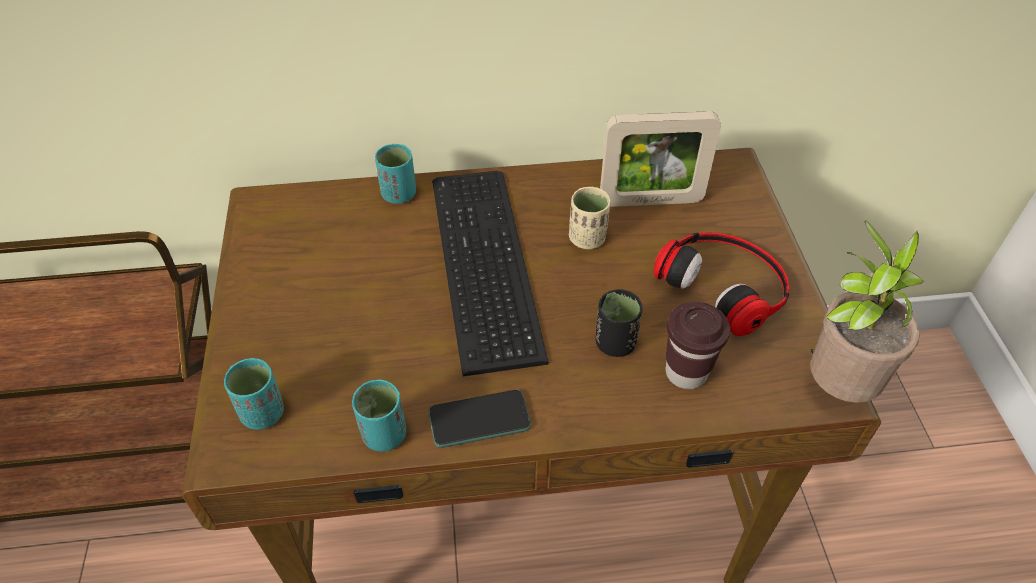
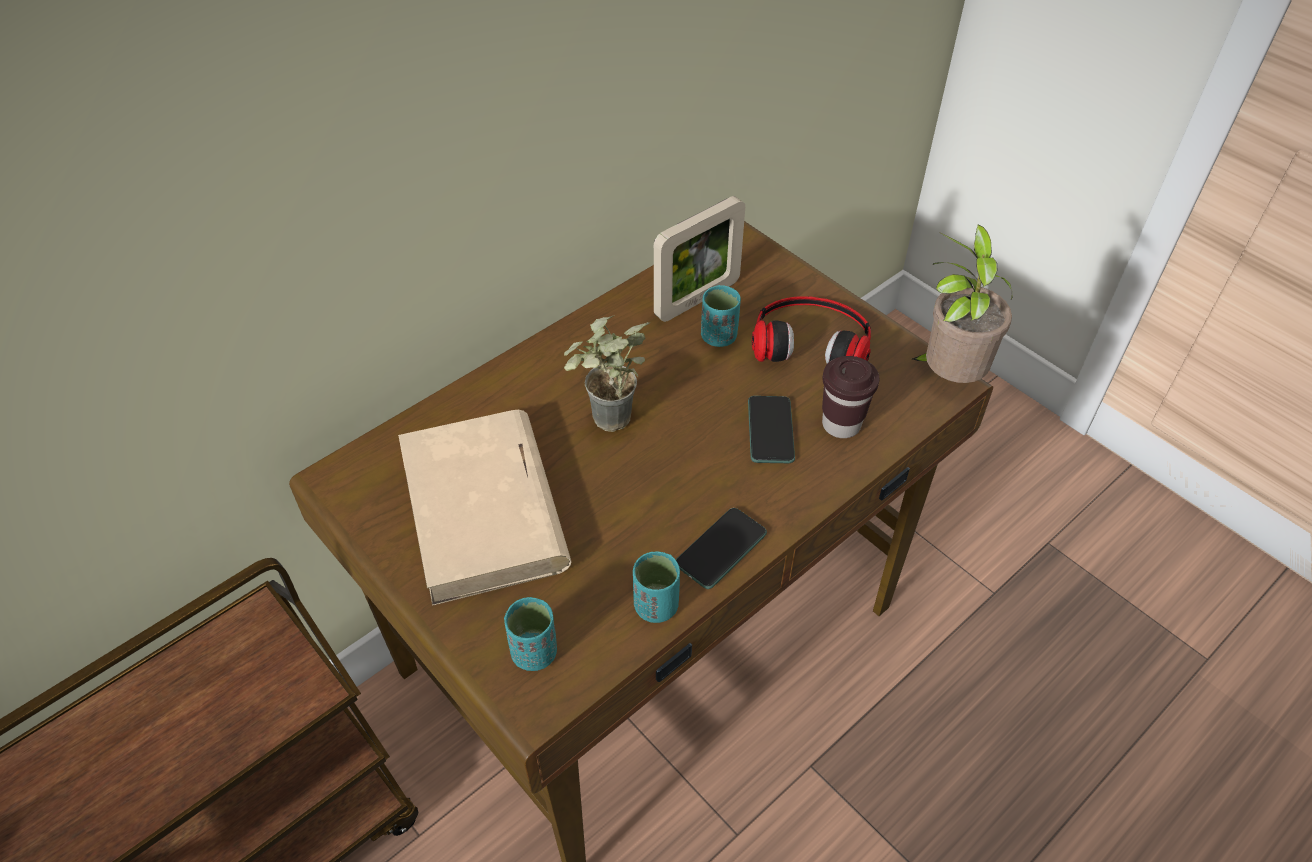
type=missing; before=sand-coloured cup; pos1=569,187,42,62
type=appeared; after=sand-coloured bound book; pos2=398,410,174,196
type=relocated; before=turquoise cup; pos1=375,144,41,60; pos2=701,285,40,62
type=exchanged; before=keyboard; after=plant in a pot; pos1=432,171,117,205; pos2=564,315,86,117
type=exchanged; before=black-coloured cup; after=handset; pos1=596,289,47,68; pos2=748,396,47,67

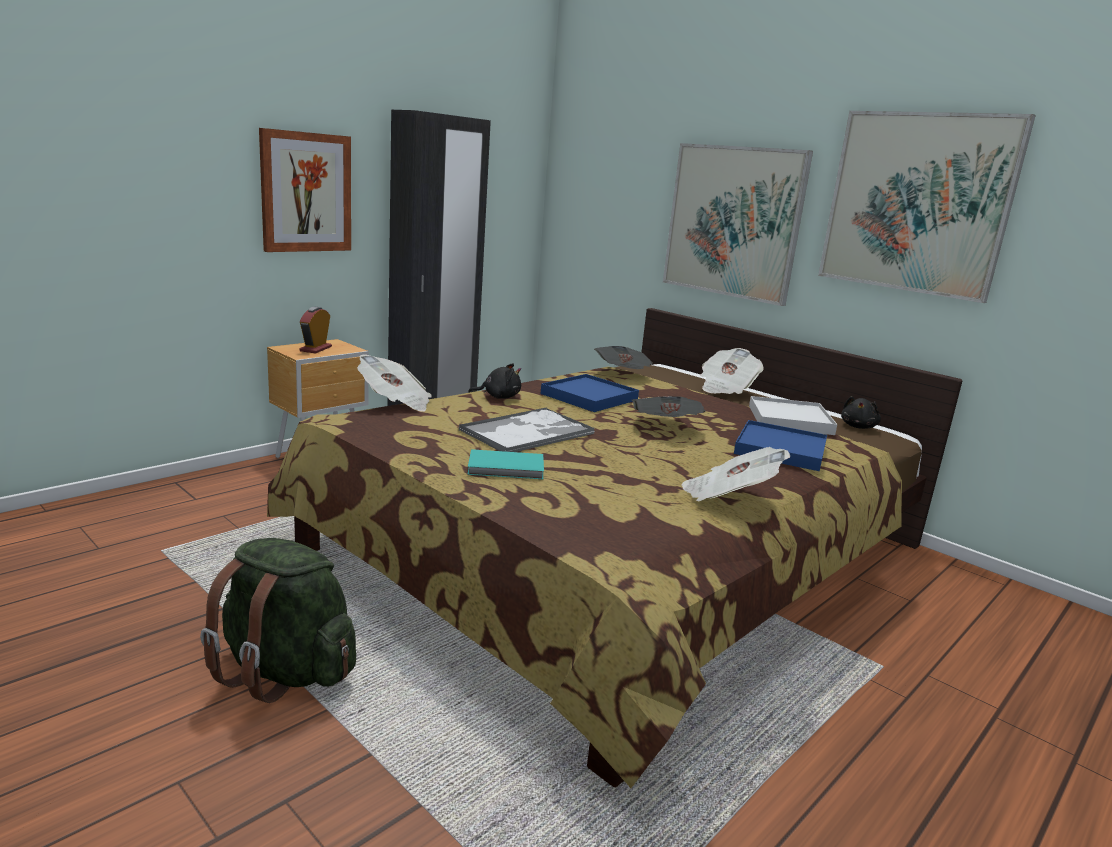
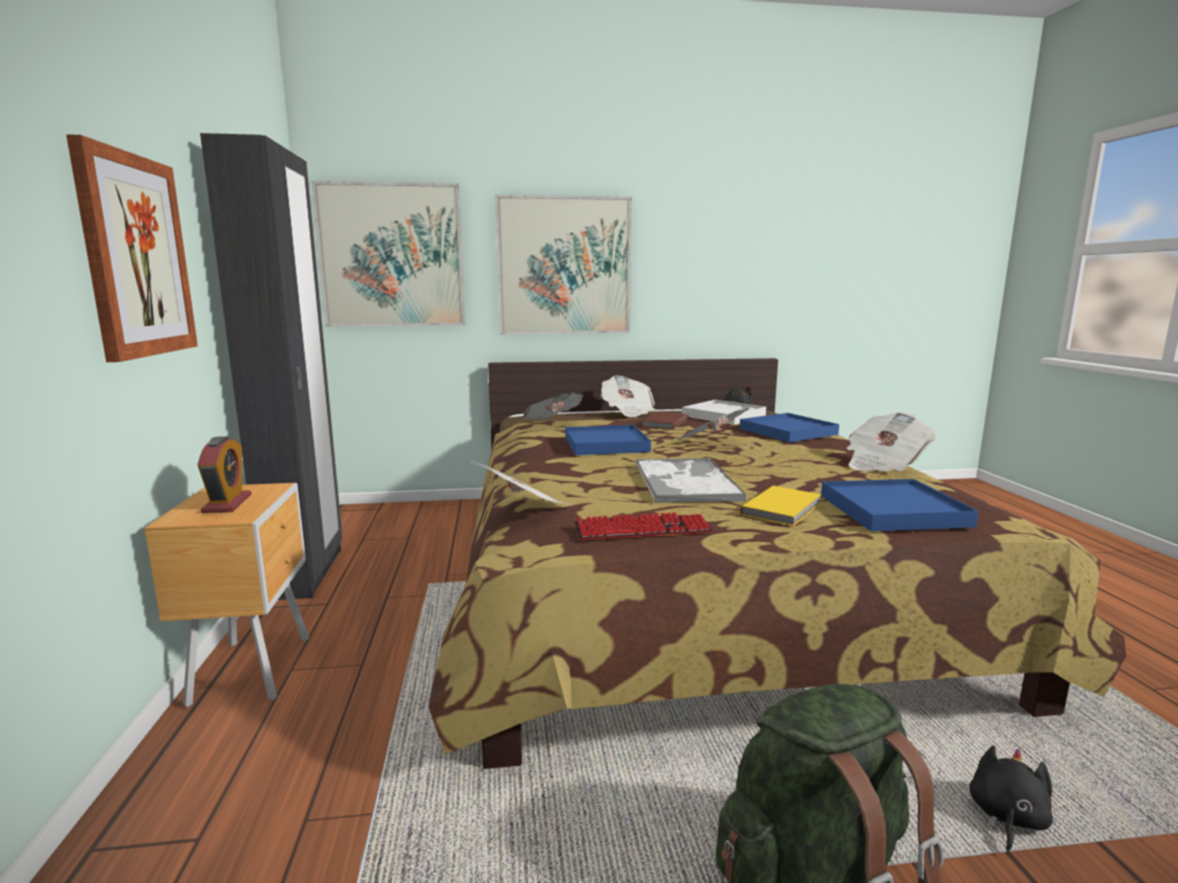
type=appeared; after=keyboard; pos2=575,512,137,28
type=appeared; after=brown bound book; pos2=642,412,46,18
type=appeared; after=bluish tray; pos2=821,479,158,52
type=relocated; before=black-coloured soft toy; pos1=468,363,53,36; pos2=969,745,84,108
type=relocated; before=wall art; pos1=818,111,218,192; pos2=312,181,153,146
type=colour; before=turquoise bound book; after=yellowish bound book; pos1=467,449,77,30; pos2=740,486,82,40
type=spun; before=table clock; pos1=299,307,33,46; pos2=198,436,54,77; turn=-150

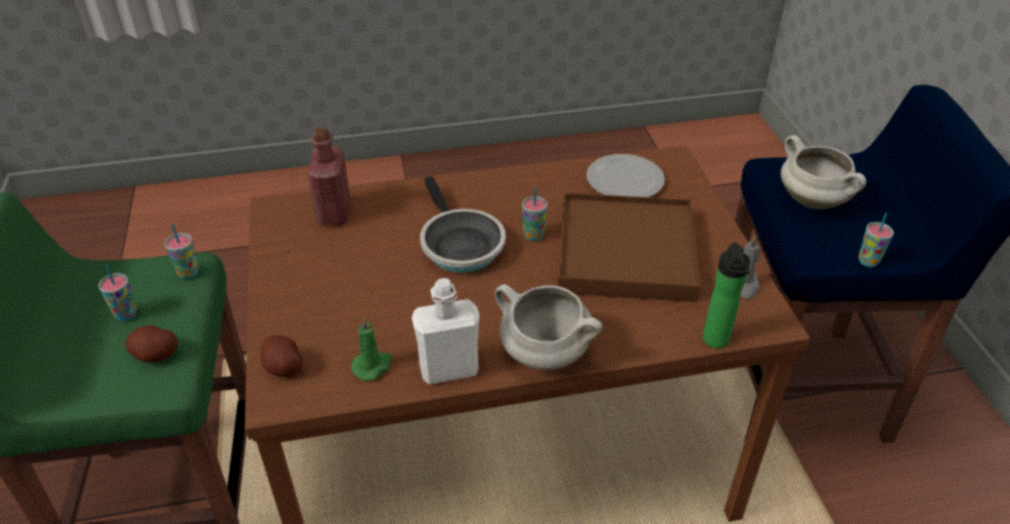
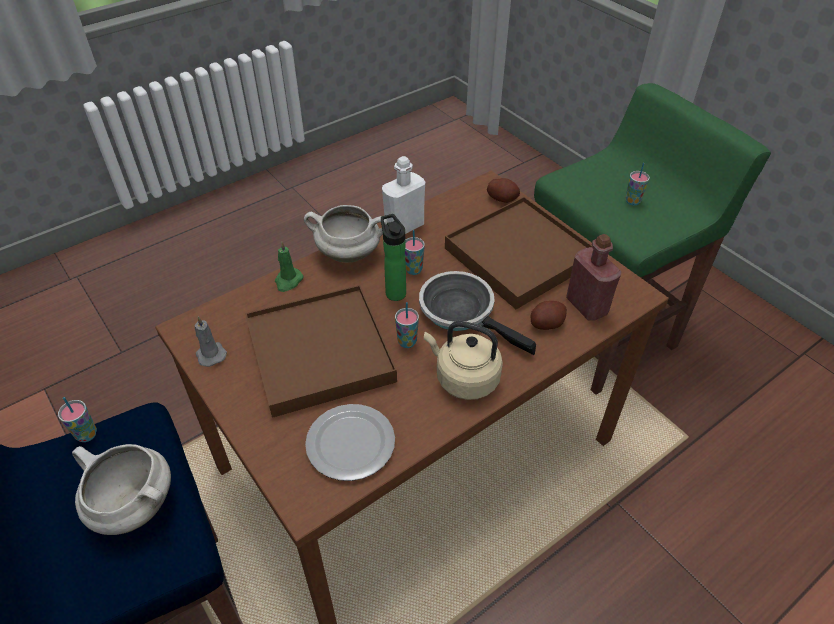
type=appeared; after=sand-coloured kettle; pos2=424,321,79,79
type=appeared; after=brown tray; pos2=445,197,147,112
type=relocated; before=spud; pos1=125,325,53,37; pos2=531,301,36,29
type=relocated; before=cup; pos1=164,224,35,55; pos2=405,230,20,45
type=relocated; before=green candle; pos1=351,317,41,64; pos2=275,241,28,51
type=relocated; before=drink bottle; pos1=703,242,47,106; pos2=381,214,25,87

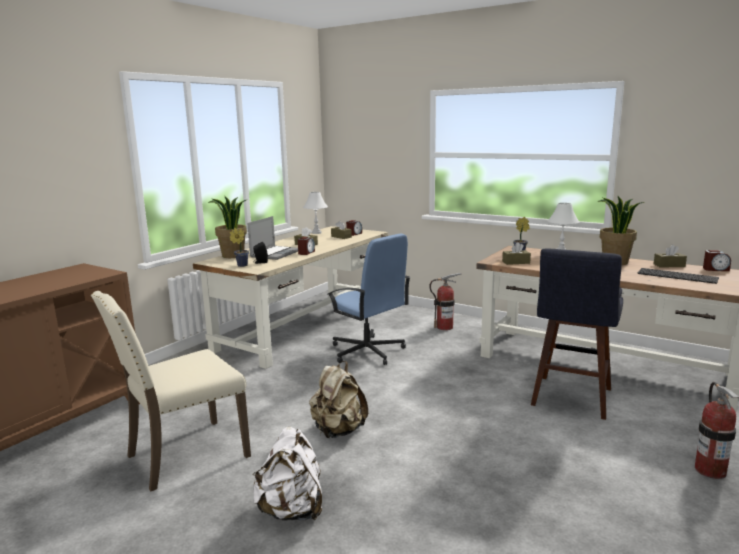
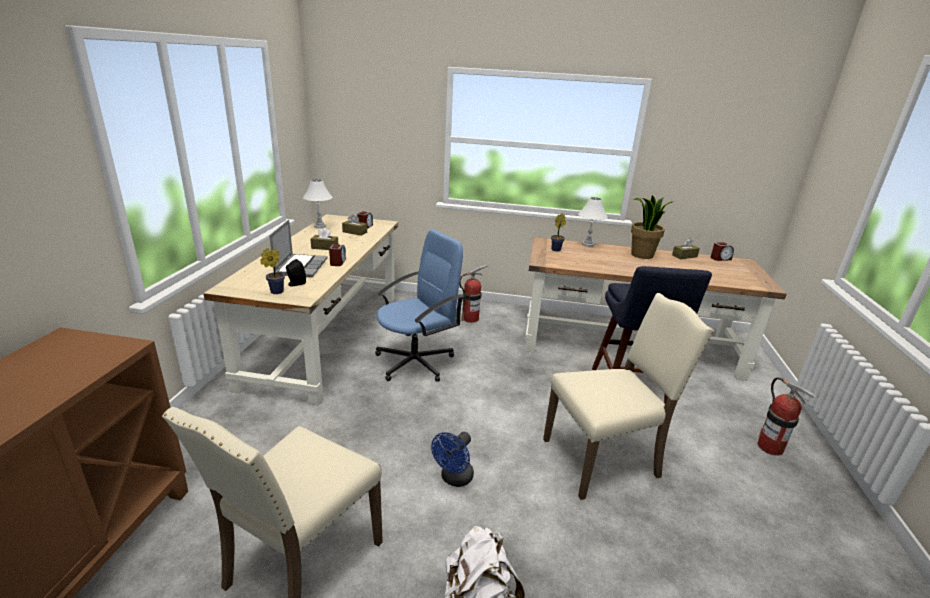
type=missing; before=plant in a pot; pos1=208,195,39,63
type=missing; before=brown box of tissues; pos1=502,242,29,23
type=missing; before=keyboard; pos1=638,268,81,16
type=appeared; after=sand-coloured plain chair; pos2=543,293,171,207
type=exchanged; before=sand-coloured rucksack; after=bluish fan; pos1=309,361,59,77; pos2=431,432,43,55
type=spun; before=bluish office chair; pos1=327,234,83,131; pos2=375,230,89,152; turn=-60

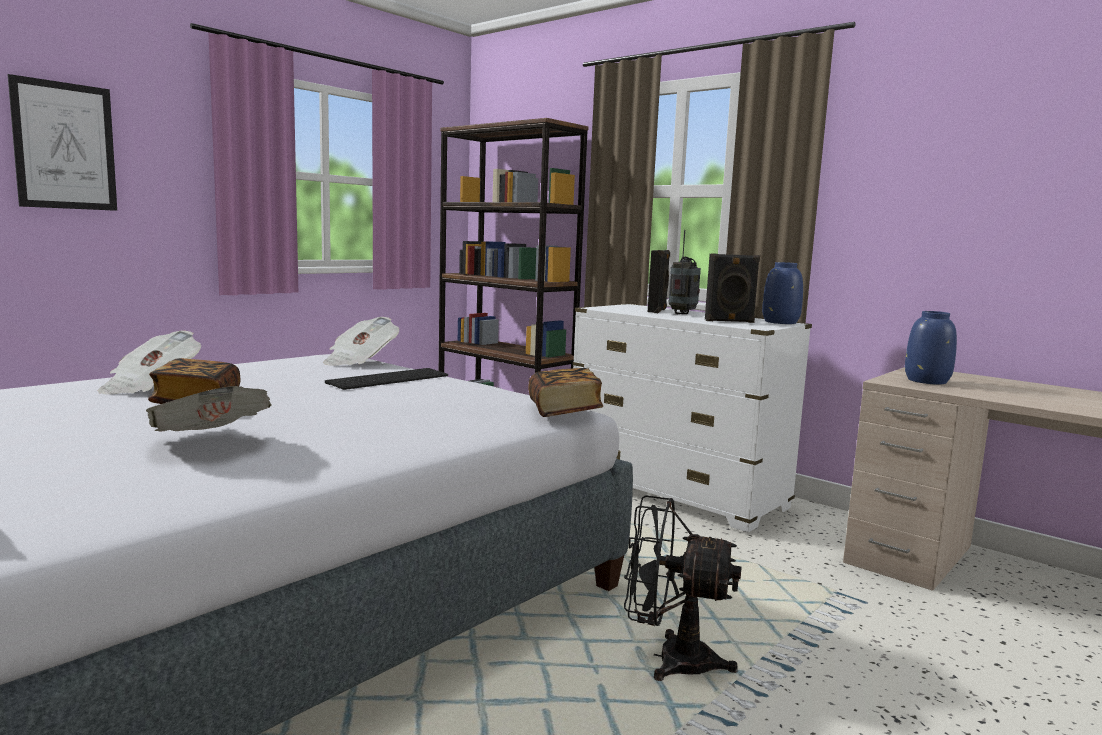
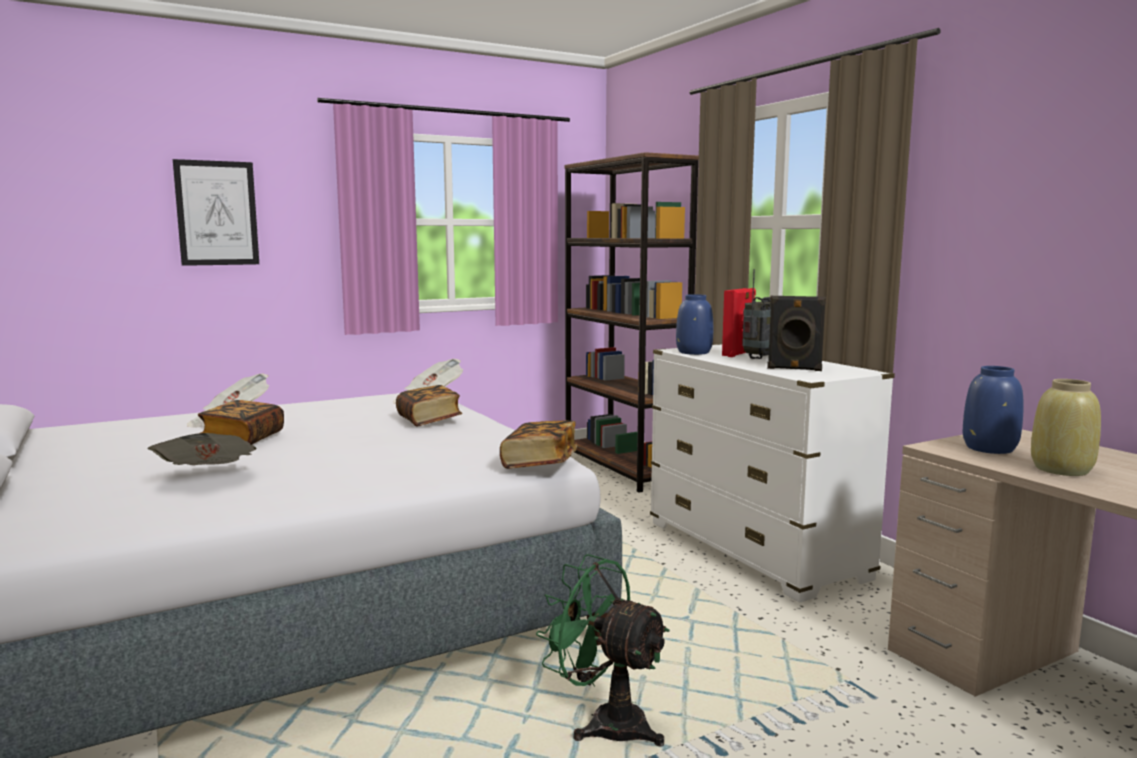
type=appeared; after=sand-coloured flower vase; pos2=1031,379,70,97
type=relocated; before=bluish flower vase; pos1=762,262,41,62; pos2=676,294,37,61
type=exchanged; before=keyboard; after=bound book; pos1=325,368,123,22; pos2=396,385,66,41
type=colour; before=black-coloured fan; after=green fan; pos1=624,495,118,186; pos2=536,554,134,193
type=colour; before=black-coloured audio speaker; after=red audio speaker; pos1=648,250,22,63; pos2=722,288,34,69

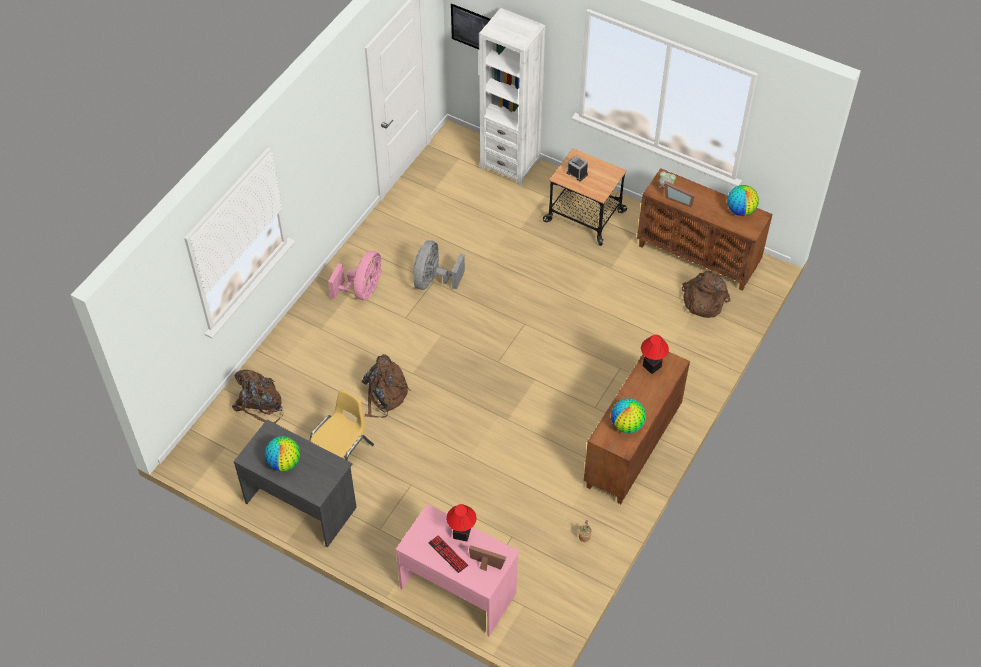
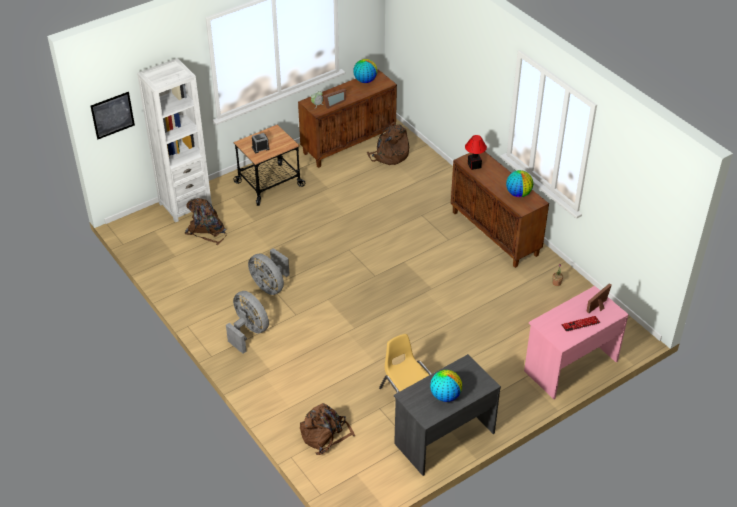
type=missing; before=tabletop lamp; pos1=446,504,31,38
type=relocated; before=brown rucksack; pos1=362,354,49,64; pos2=185,198,41,47
type=colour; before=pinkish fan; after=gray fan; pos1=328,251,53,49; pos2=226,291,43,63

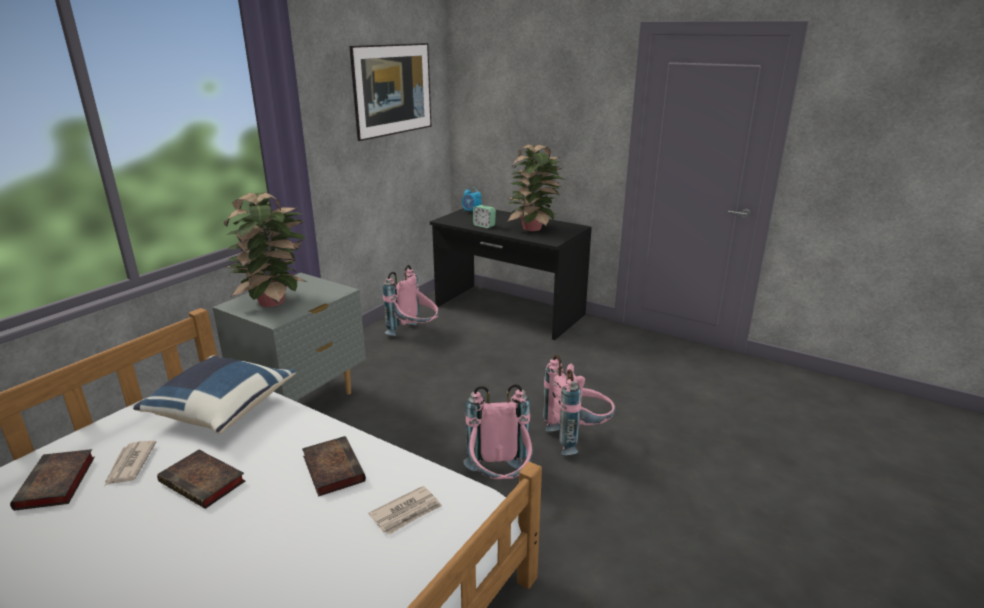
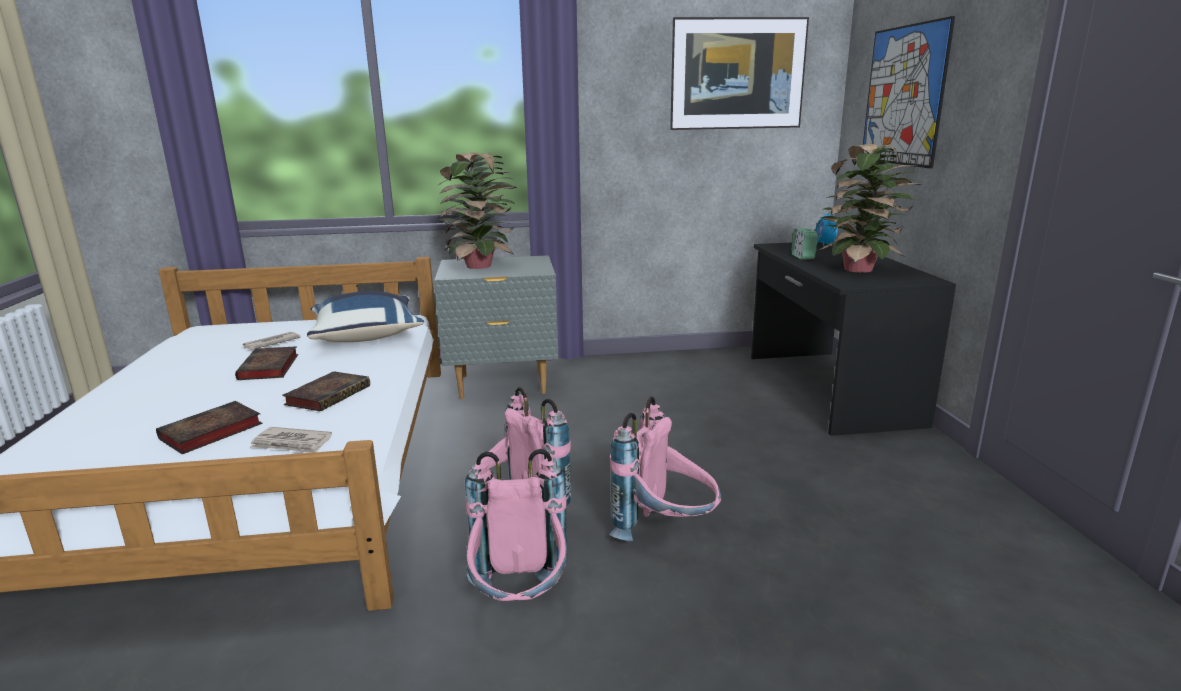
type=appeared; after=wall art; pos2=863,16,92,153
type=relocated; before=bound book; pos1=10,449,85,62; pos2=156,401,106,53
type=relocated; before=pinkish rucksack; pos1=383,265,56,71; pos2=465,449,103,152

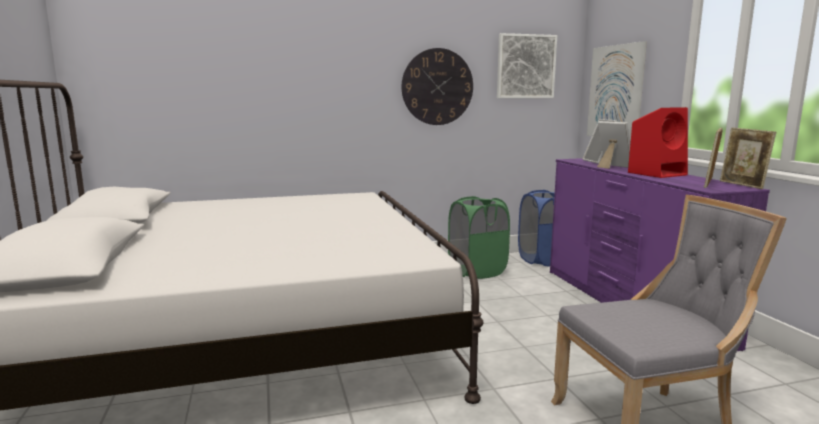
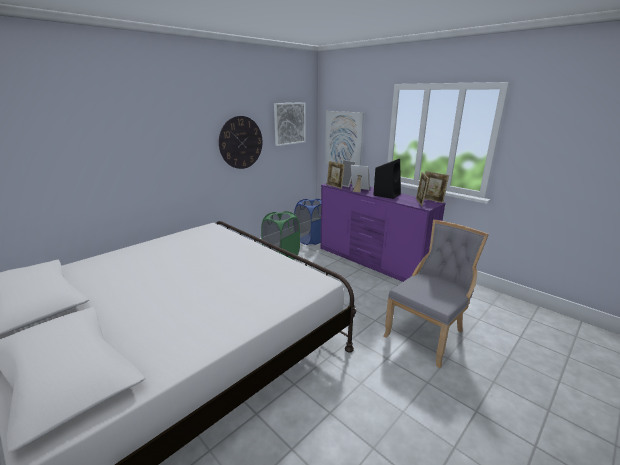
type=appeared; after=photo frame; pos2=327,161,18,28
type=colour; before=red audio speaker; after=black-coloured audio speaker; pos1=628,107,60,71; pos2=373,158,28,41

